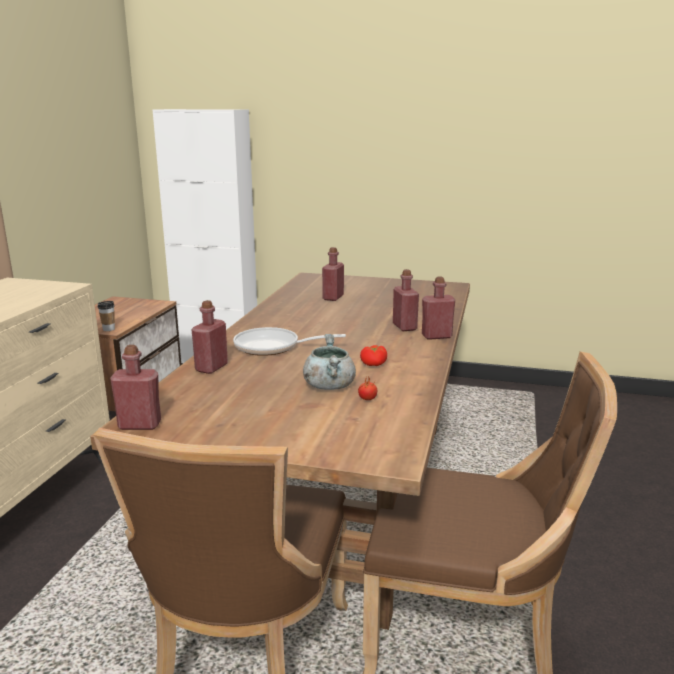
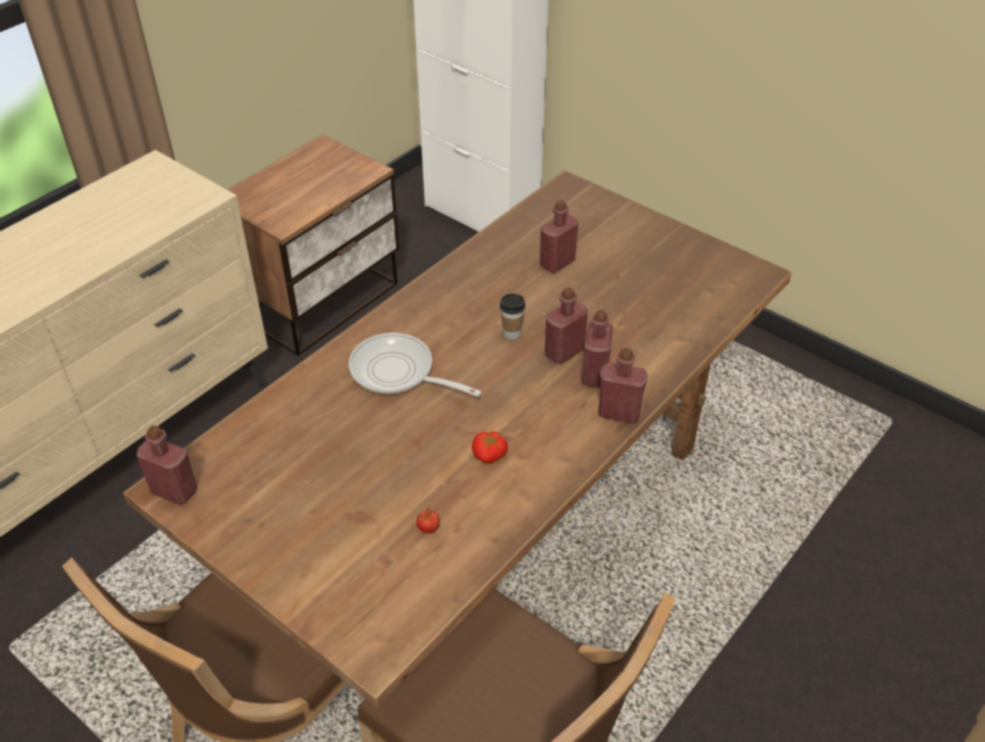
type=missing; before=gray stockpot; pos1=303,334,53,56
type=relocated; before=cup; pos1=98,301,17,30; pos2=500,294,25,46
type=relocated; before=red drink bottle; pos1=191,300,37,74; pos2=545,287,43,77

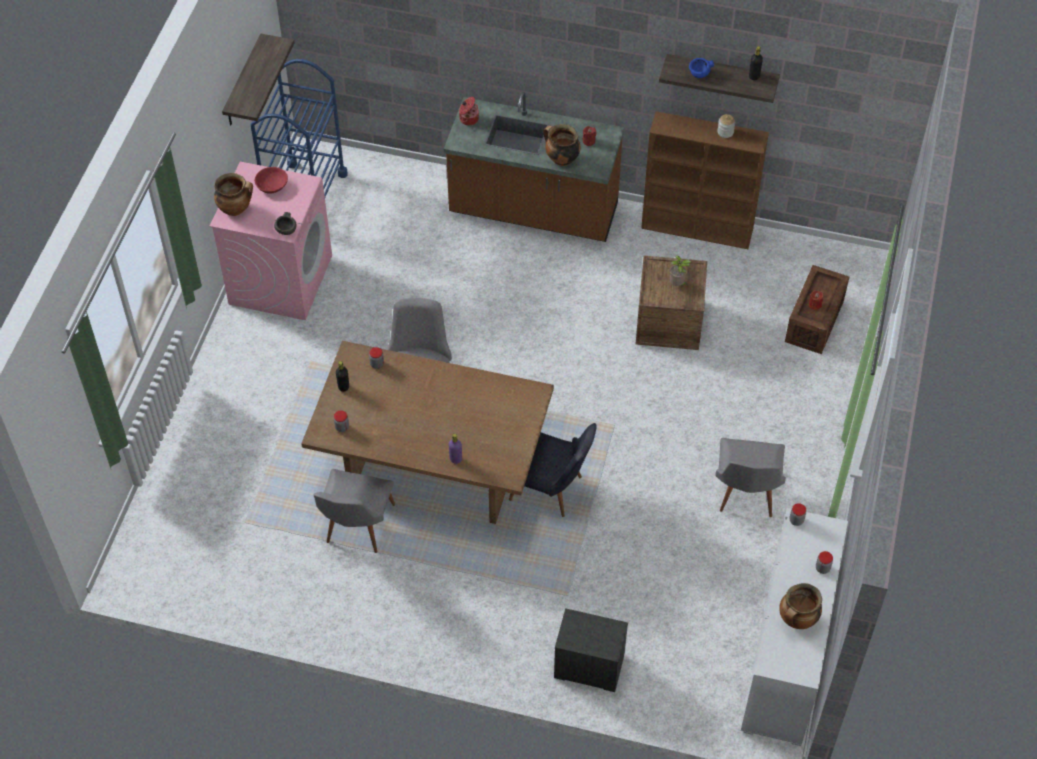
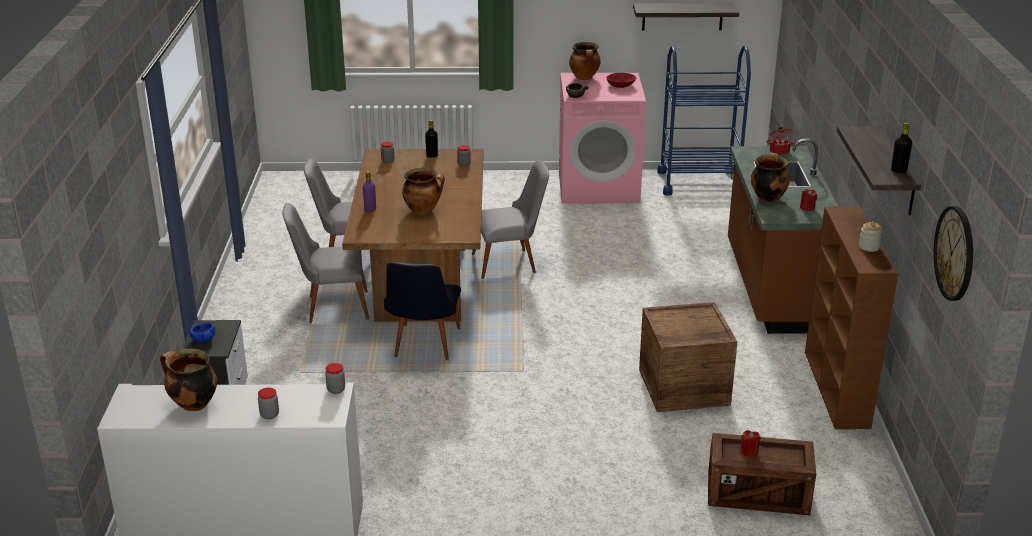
type=missing; before=plant in a pot; pos1=670,255,21,31
type=appeared; after=stockpot; pos2=402,168,43,47
type=appeared; after=clock on the wall; pos2=934,206,39,95
type=relocated; before=bluish deep dish; pos1=689,58,25,20; pos2=189,322,27,21
type=relocated; before=gray plain chair; pos1=715,438,71,79; pos2=282,203,87,120

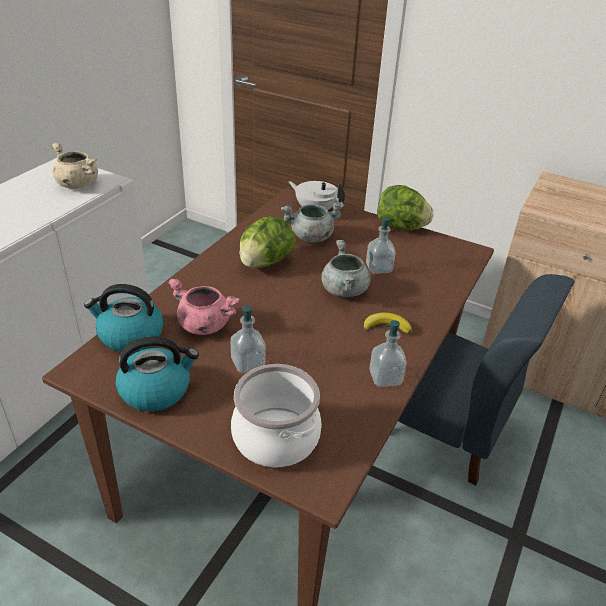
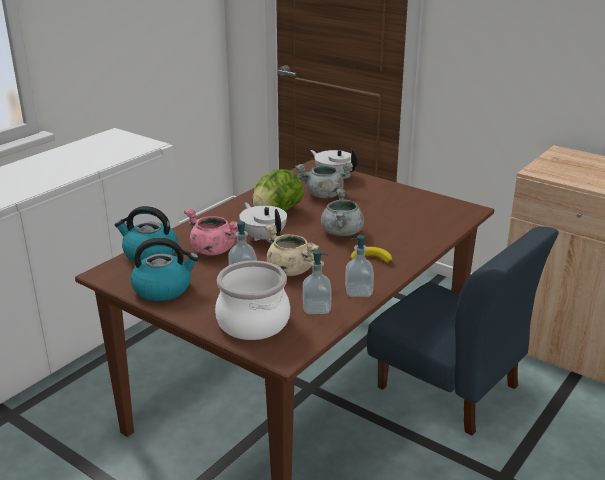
type=missing; before=head of lettuce; pos1=378,185,56,46
type=appeared; after=white-coloured tea pot; pos2=239,202,48,40
type=relocated; before=sand-coloured stockpot; pos1=51,143,47,46; pos2=265,225,54,51
type=relocated; before=soap bottle; pos1=366,217,30,57; pos2=303,250,29,64

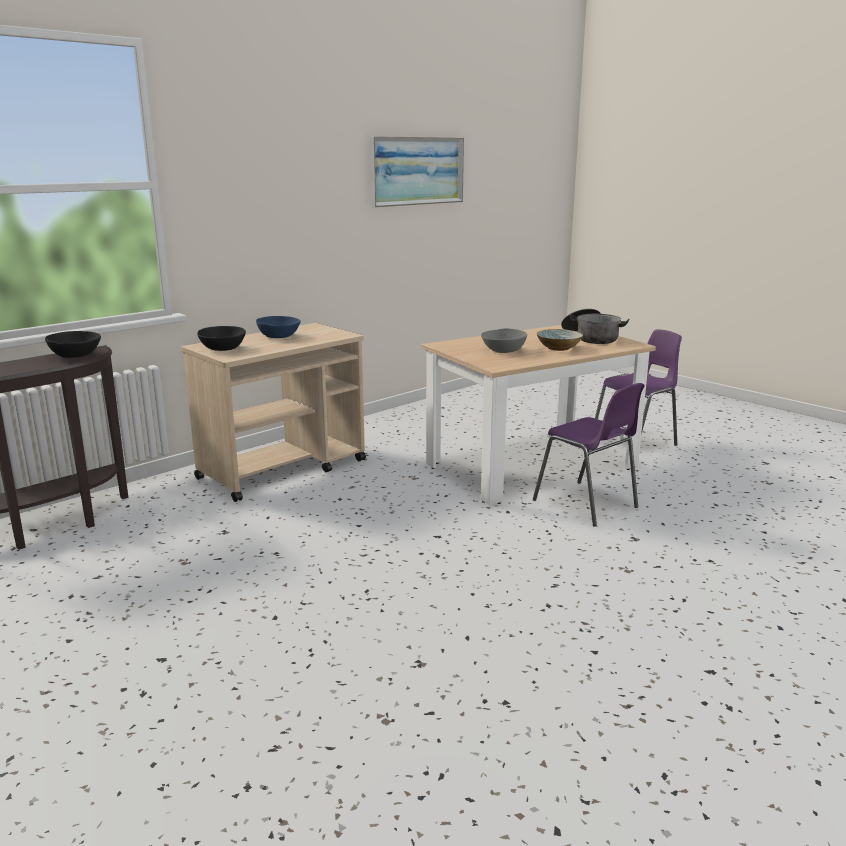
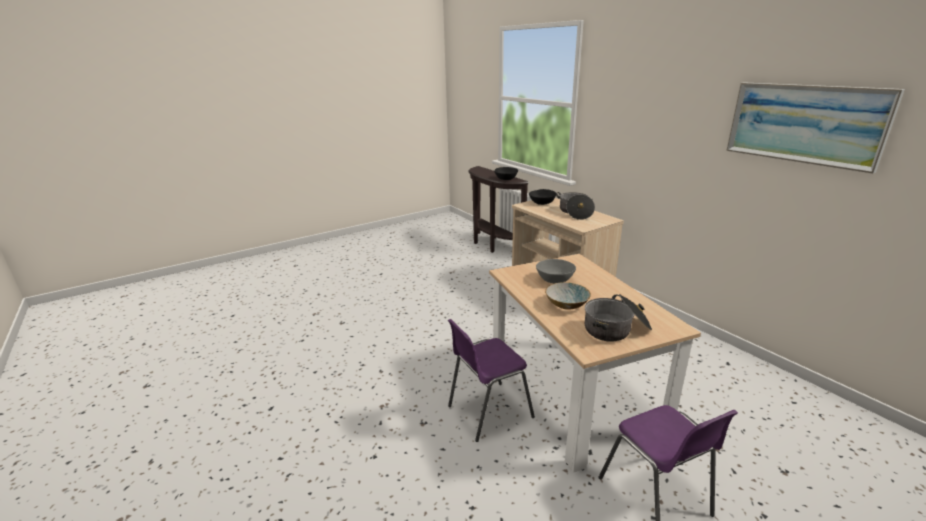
type=exchanged; before=bluish deep dish; after=stockpot; pos1=256,316,45,22; pos2=556,192,39,28

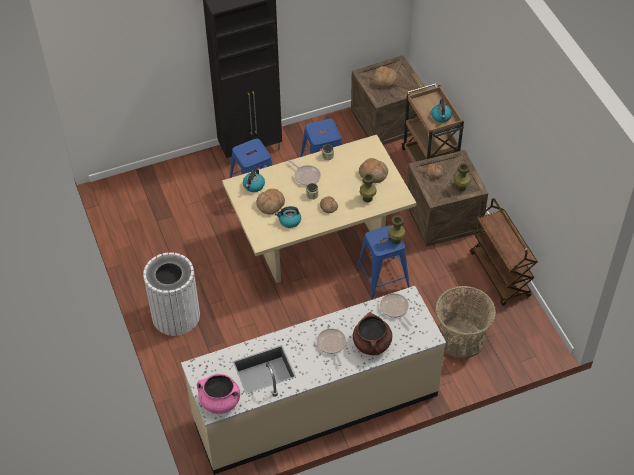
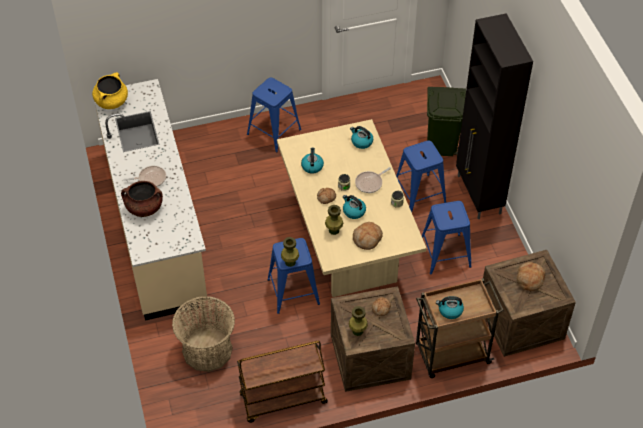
type=missing; before=bakery bread; pos1=257,189,28,25
type=missing; before=frying pan; pos1=380,293,32,34
type=appeared; after=kettle; pos2=343,195,23,24
type=appeared; after=green rubbish bin; pos2=423,87,43,71
type=exchanged; before=white-coloured rubbish bin; after=bluish stool; pos1=143,252,57,84; pos2=247,77,54,75
type=colour; before=pinkish stockpot; after=yellowish stockpot; pos1=197,374,43,40; pos2=92,72,36,37

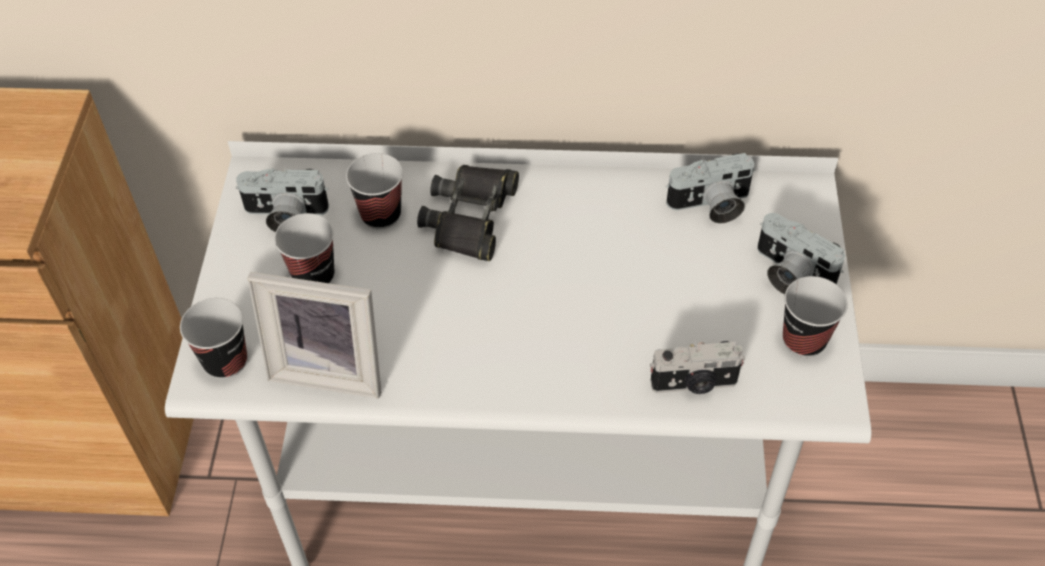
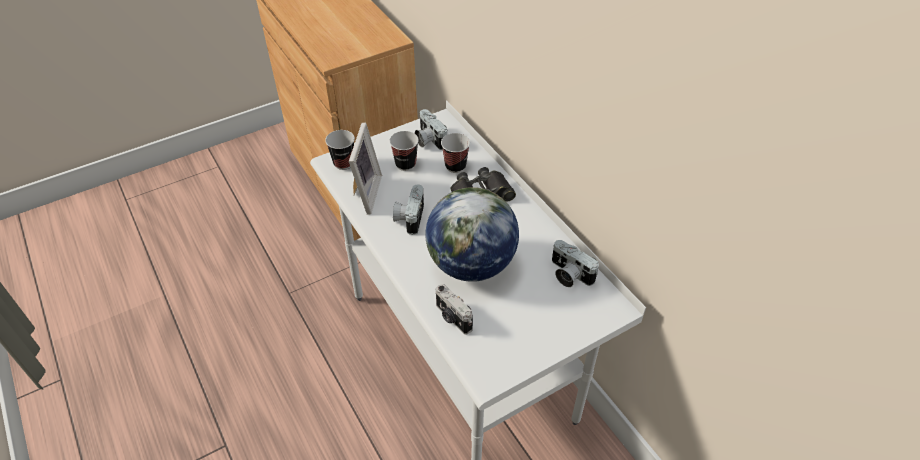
type=missing; before=cup; pos1=783,276,65,81
type=appeared; after=world globe; pos2=425,187,94,95
type=relocated; before=photo camera; pos1=757,213,88,81; pos2=393,185,31,50
type=spun; before=photo frame; pos1=247,272,134,126; pos2=349,122,33,93; turn=-150

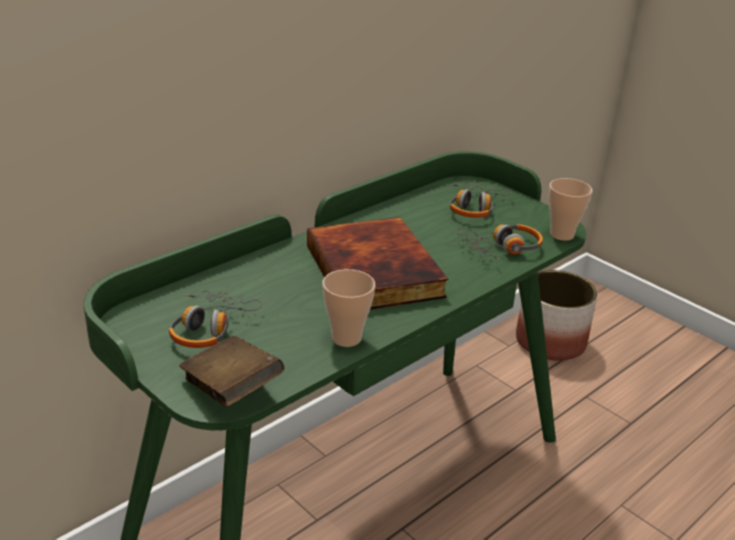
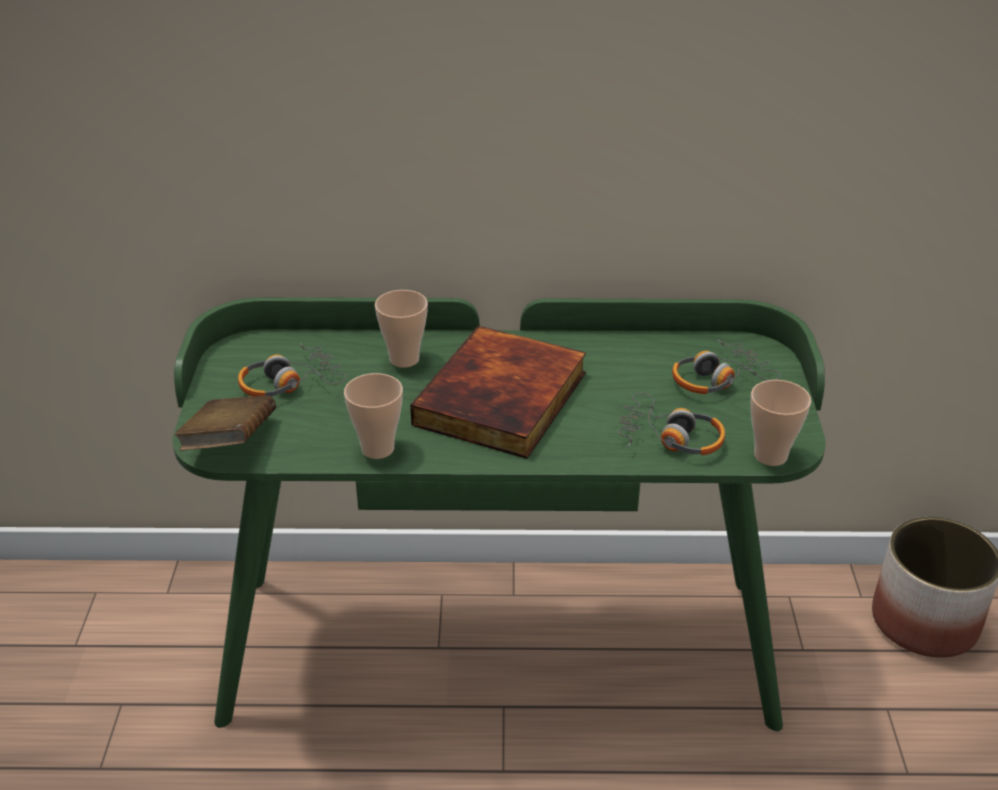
type=appeared; after=cup; pos2=375,290,53,78

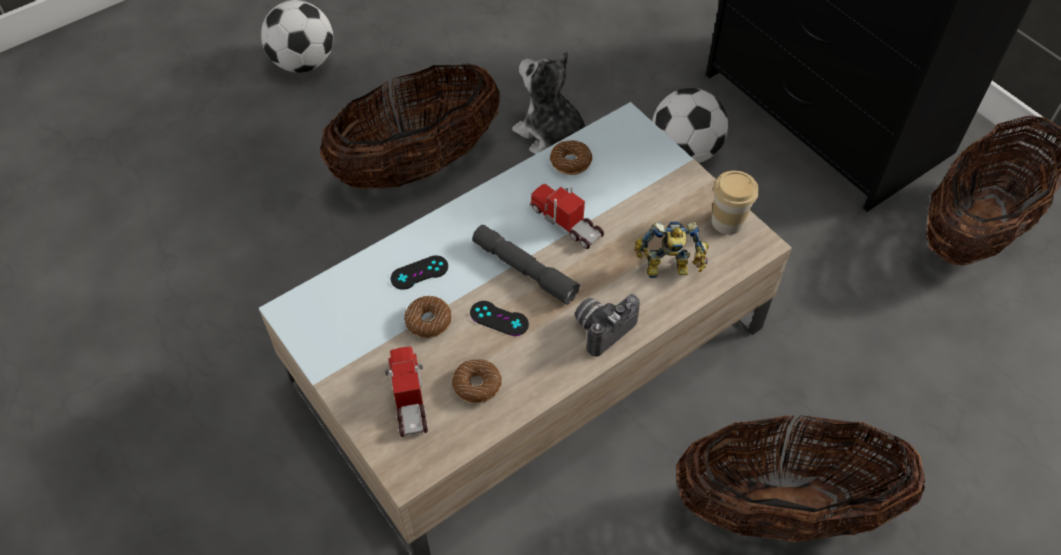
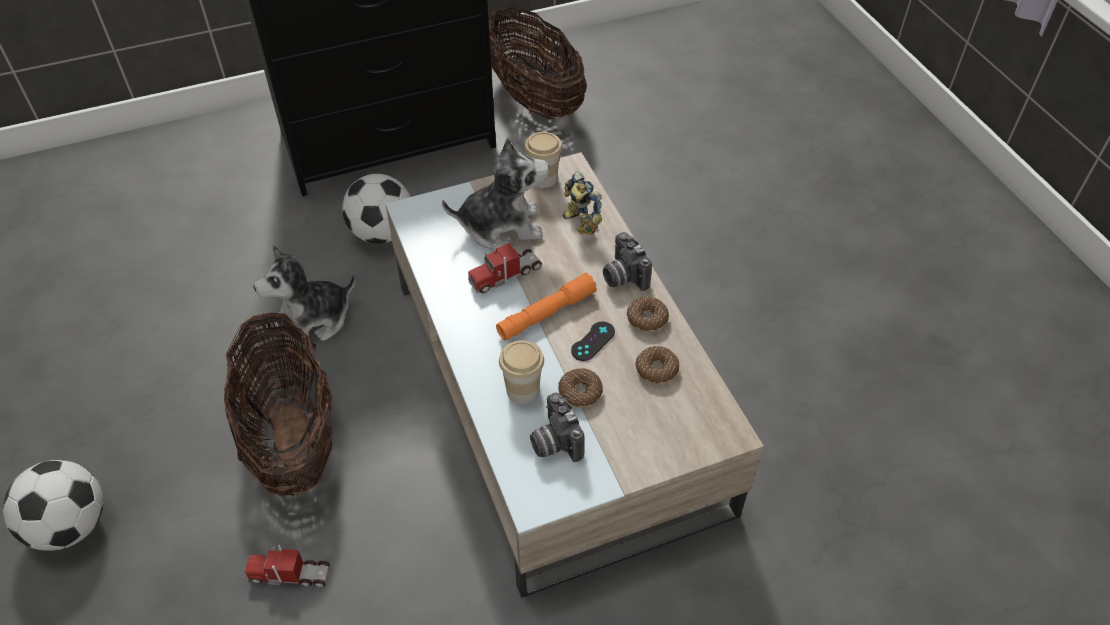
type=missing; before=storage basket; pos1=676,415,249,128
type=appeared; after=soft toy; pos2=442,137,107,112
type=appeared; after=photo camera; pos2=530,392,55,70
type=relocated; before=toy lorry; pos1=385,346,43,91; pos2=245,545,85,42
type=relocated; before=doughnut; pos1=550,140,43,35; pos2=627,297,42,35
type=exchanged; before=black-coloured game controller; after=cup; pos1=391,255,57,35; pos2=499,340,45,64
type=colour; before=gray torch; after=orange torch; pos1=472,225,108,80; pos2=496,273,101,68
type=spun; before=robot figure; pos1=634,222,75,56; pos2=563,171,39,64; turn=135

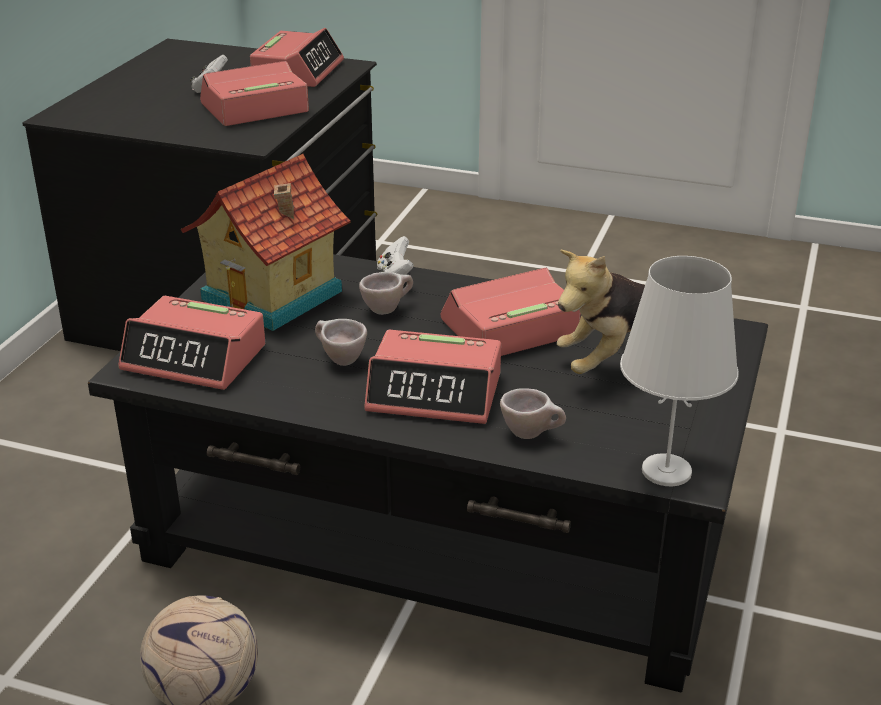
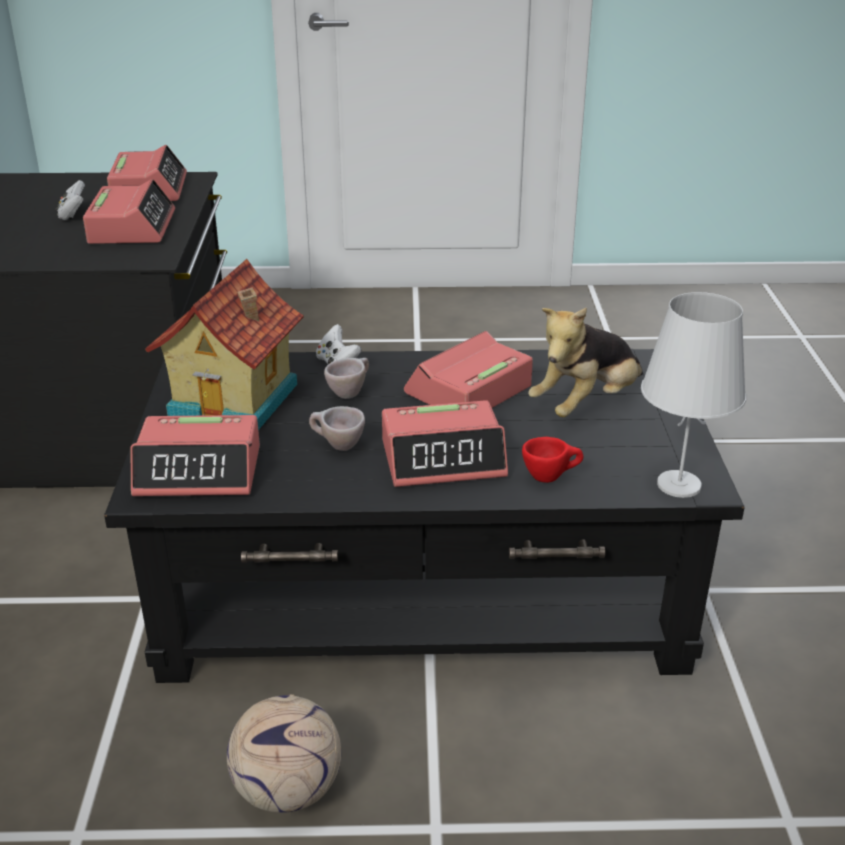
type=colour; before=sand-coloured cup; after=red cup; pos1=500,388,66,51; pos2=522,437,61,46
type=spun; before=table clock; pos1=200,61,109,65; pos2=83,179,92,65; turn=135

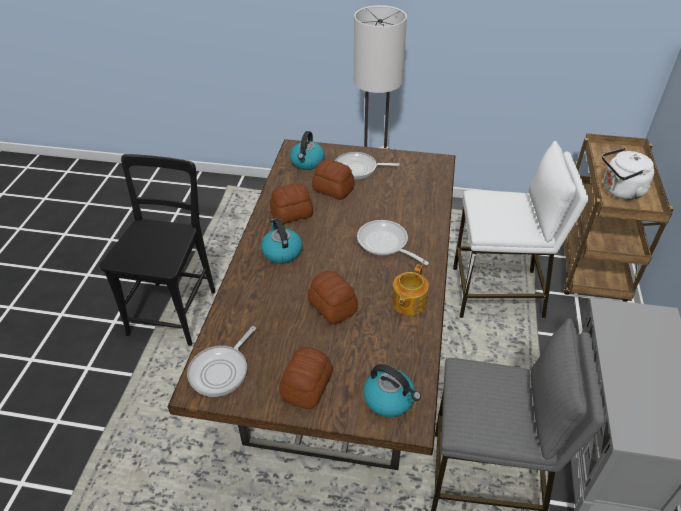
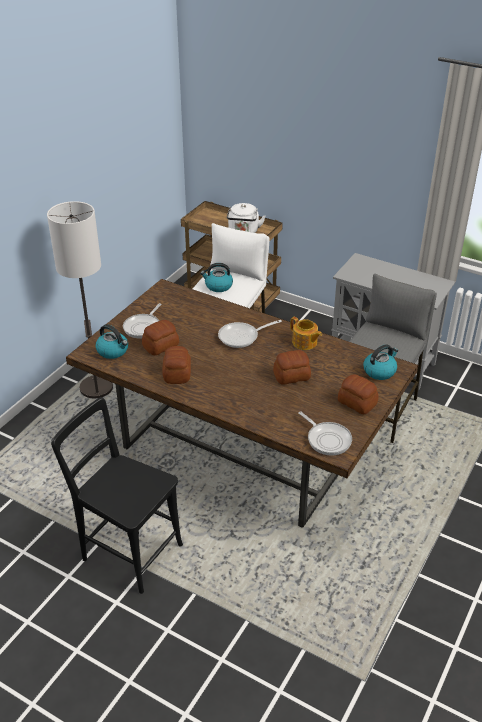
type=relocated; before=kettle; pos1=261,218,41,46; pos2=200,263,33,29

